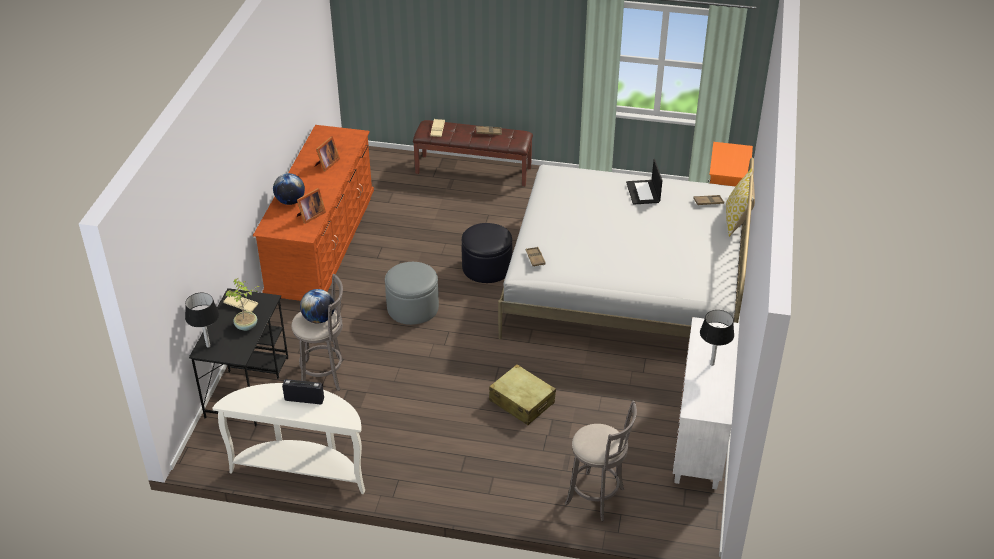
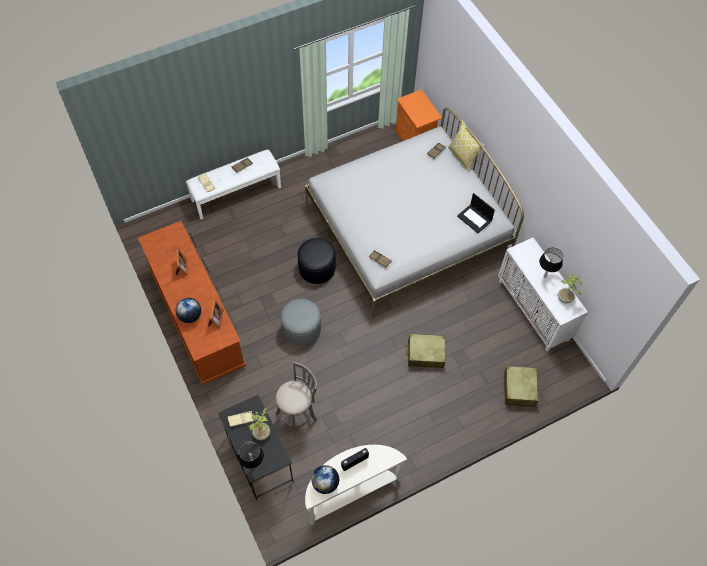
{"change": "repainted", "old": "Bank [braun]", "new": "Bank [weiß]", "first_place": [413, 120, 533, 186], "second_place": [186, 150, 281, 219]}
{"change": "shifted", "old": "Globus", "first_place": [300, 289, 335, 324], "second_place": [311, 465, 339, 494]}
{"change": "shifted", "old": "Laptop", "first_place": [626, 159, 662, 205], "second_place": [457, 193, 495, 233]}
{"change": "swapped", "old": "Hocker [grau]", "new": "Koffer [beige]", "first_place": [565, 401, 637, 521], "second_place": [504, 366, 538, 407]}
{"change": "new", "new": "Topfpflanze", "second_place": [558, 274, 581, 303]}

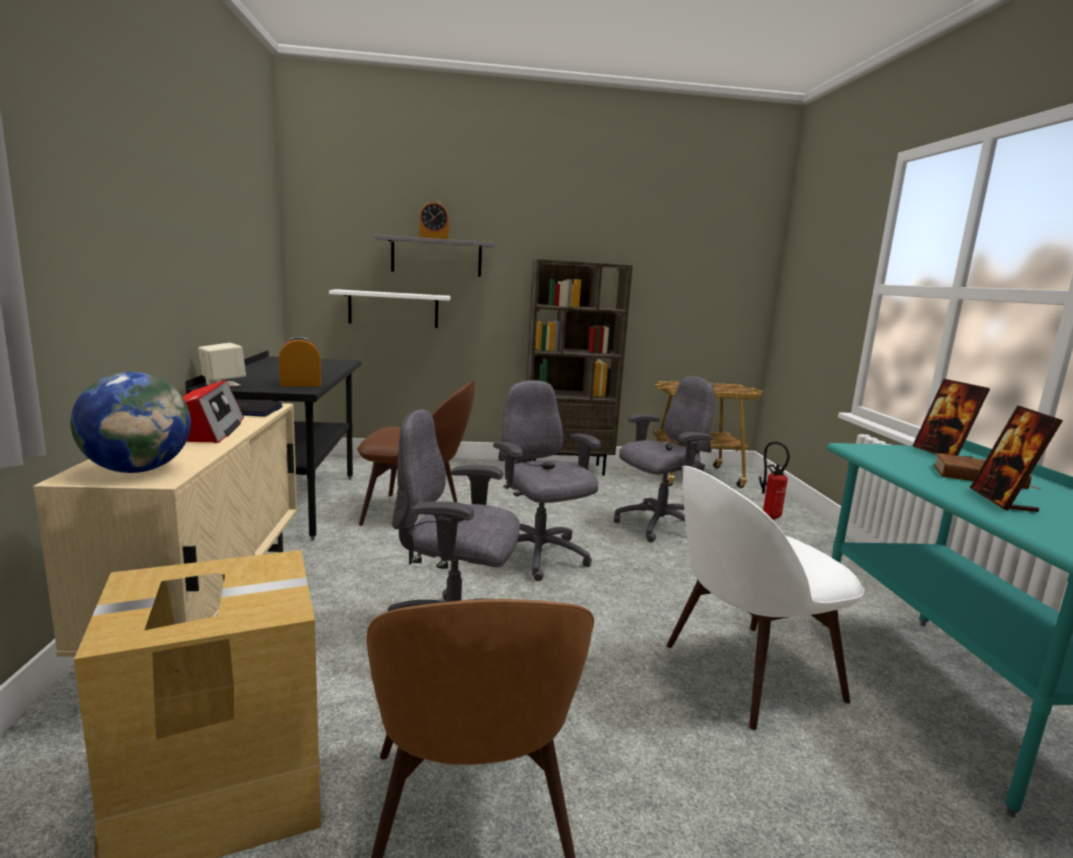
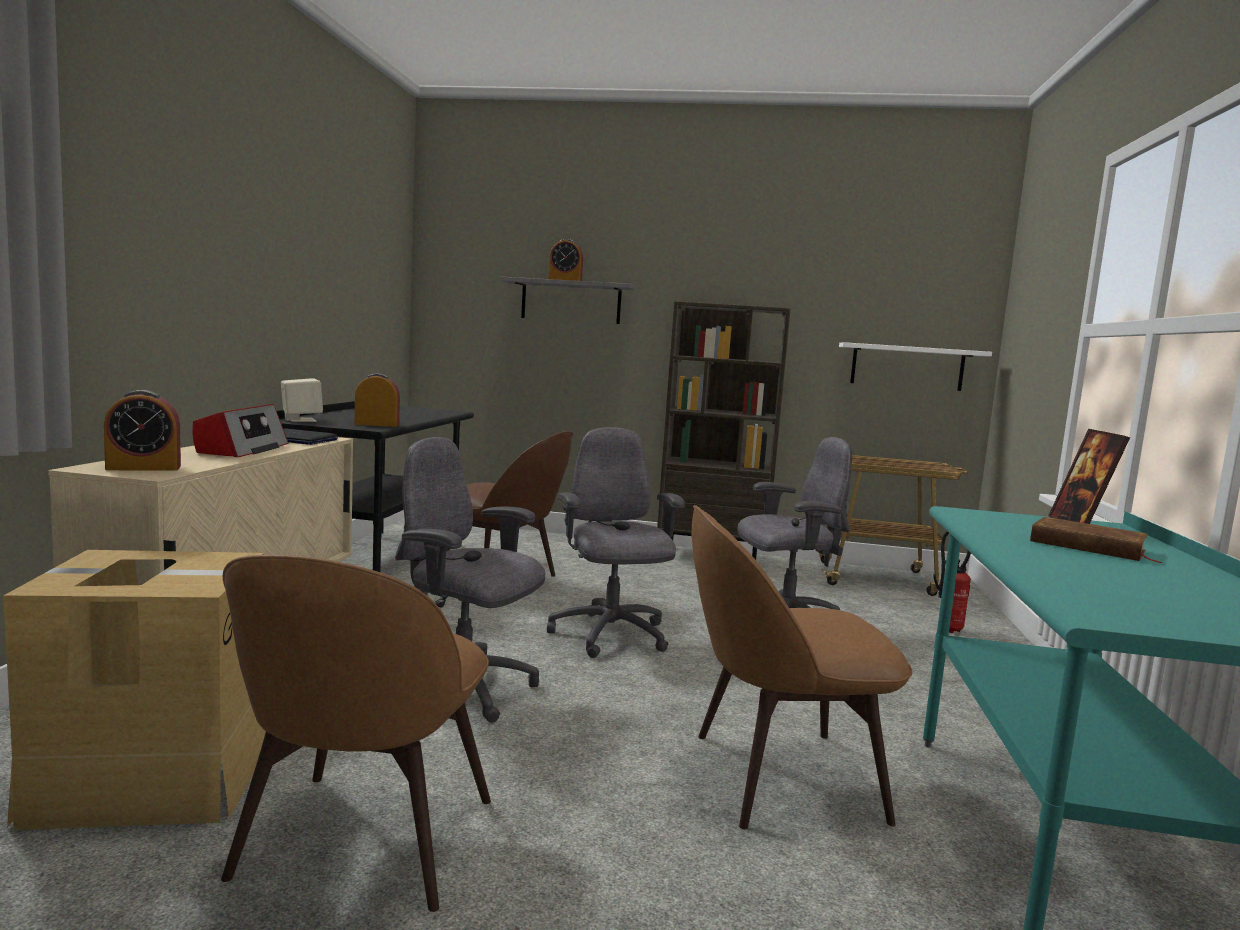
{"change": "swapped", "old": "Globus", "new": "Wecker", "first_place": [71, 372, 191, 473], "second_place": [104, 390, 181, 471]}
{"change": "repainted", "old": "Stuhl [weiß]", "new": "Stuhl [braun]", "first_place": [666, 466, 864, 730], "second_place": [692, 505, 913, 829]}
{"change": "shifted", "old": "Wandregal [weiß]", "first_place": [329, 289, 451, 328], "second_place": [839, 342, 992, 391]}
{"change": "gone", "old": "Bilderrahmen", "first_place": [970, 405, 1063, 512]}

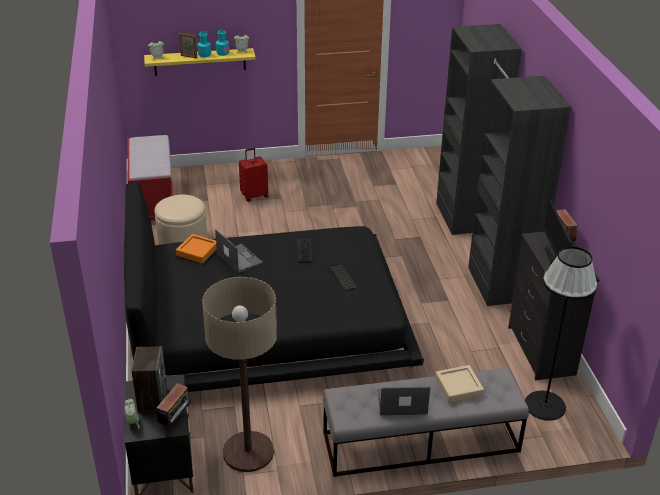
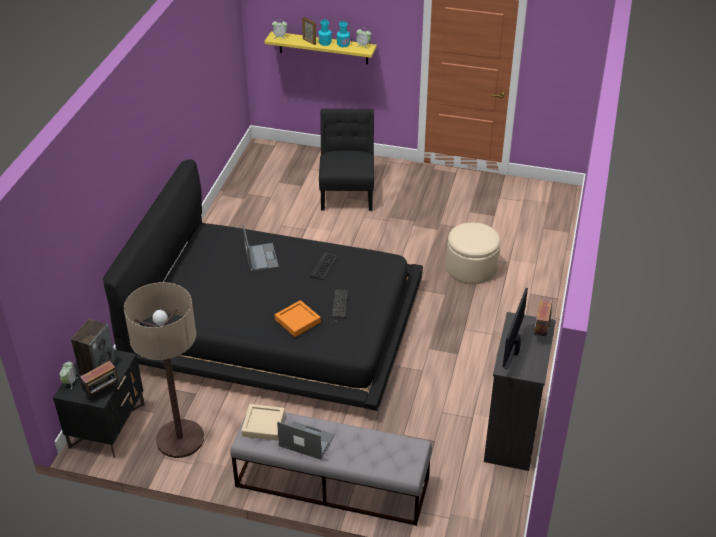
{"change": "shifted", "old": "Tablett [beige]", "first_place": [435, 365, 484, 403], "second_place": [241, 404, 285, 441]}
{"change": "shifted", "old": "Tablett [orange]", "first_place": [176, 234, 217, 263], "second_place": [275, 300, 321, 337]}
{"change": "swapped", "old": "Koffer [rot]", "new": "Stuhl [schwarz]", "first_place": [239, 148, 268, 202], "second_place": [319, 109, 374, 211]}
{"change": "shifted", "old": "Polsterhocker [beige]", "first_place": [155, 195, 207, 245], "second_place": [446, 223, 500, 284]}
{"change": "gone", "old": "Bank [rot]", "first_place": [127, 135, 173, 220]}
{"change": "gone", "old": "Kleiderschrank [schwarz]", "first_place": [436, 24, 571, 306]}
{"change": "gone", "old": "Stehlampe [schwarz]", "first_place": [525, 247, 597, 421]}

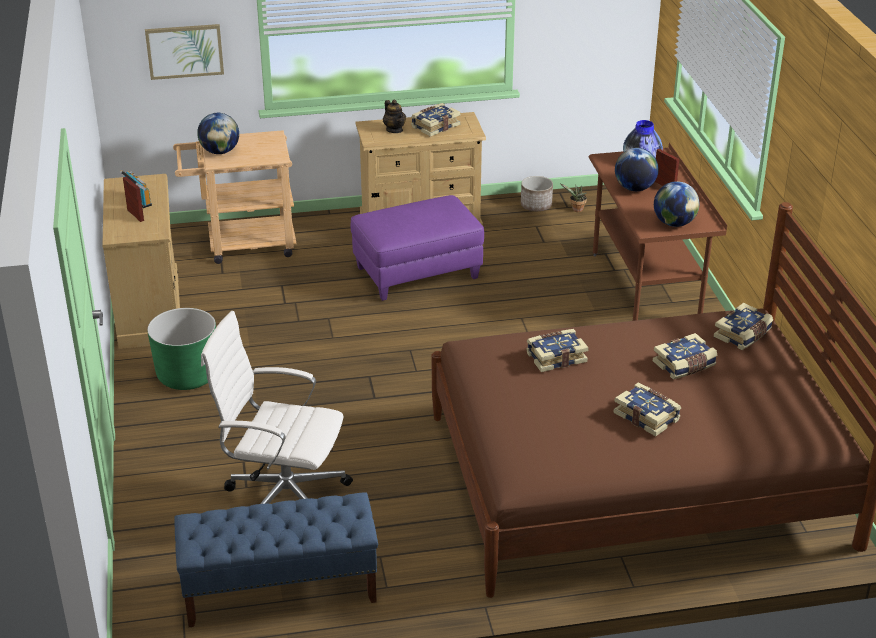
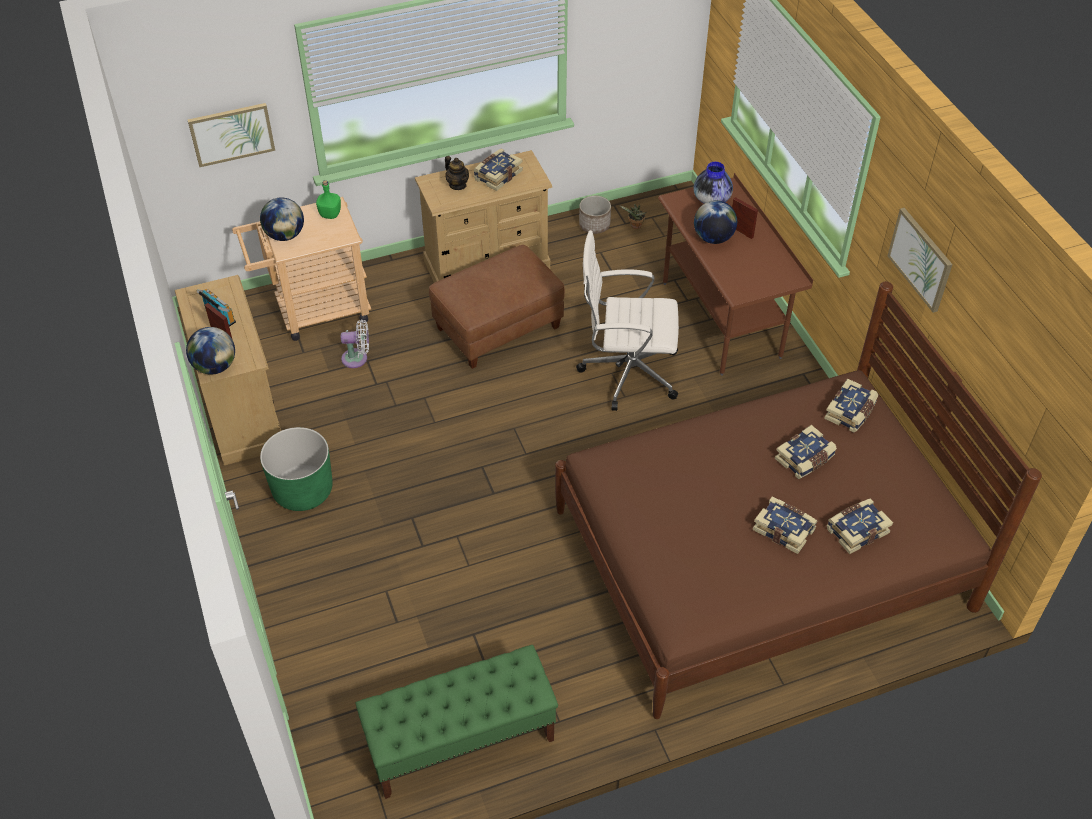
{"change": "shifted", "old": "Globus", "first_place": [654, 181, 699, 227], "second_place": [186, 327, 235, 375]}
{"change": "new", "new": "Flasche [grün]", "second_place": [316, 180, 341, 219]}
{"change": "new", "new": "Ventilator [weiß]", "second_place": [341, 319, 369, 368]}
{"change": "repainted", "old": "Bank [blau]", "new": "Bank [grün]", "first_place": [174, 492, 378, 627], "second_place": [356, 645, 558, 799]}
{"change": "repainted", "old": "Polsterhocker [lila]", "new": "Polsterhocker [braun]", "first_place": [350, 195, 484, 301], "second_place": [429, 245, 565, 369]}
{"change": "shifted", "old": "Bürostuhl [weiß]", "first_place": [201, 311, 353, 504], "second_place": [576, 230, 679, 411]}
{"change": "shifted", "old": "Buch", "first_place": [526, 329, 588, 372], "second_place": [827, 498, 893, 554]}
{"change": "new", "new": "Bild", "second_place": [887, 208, 952, 313]}

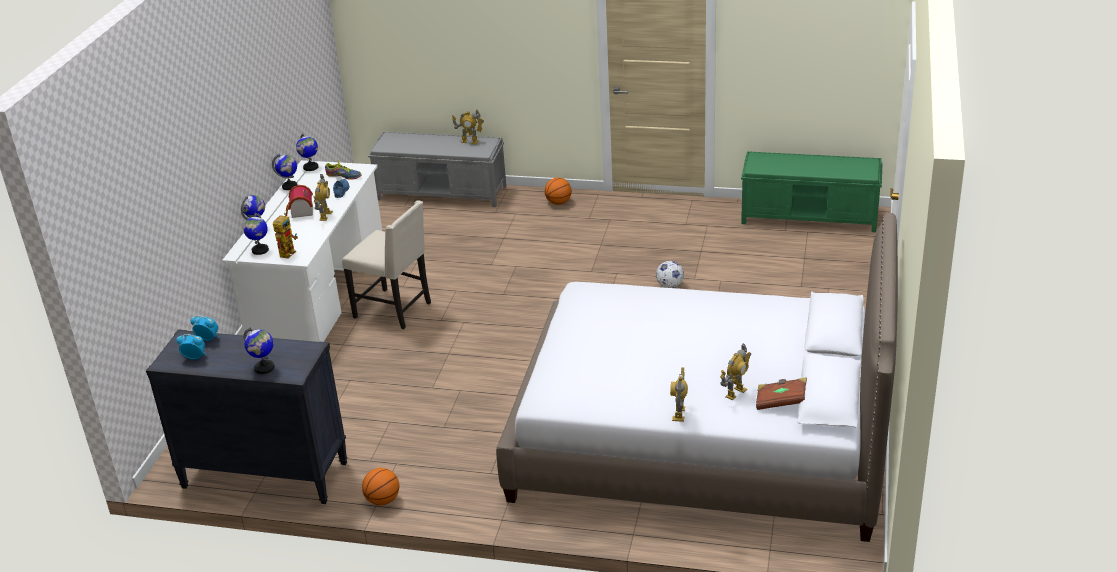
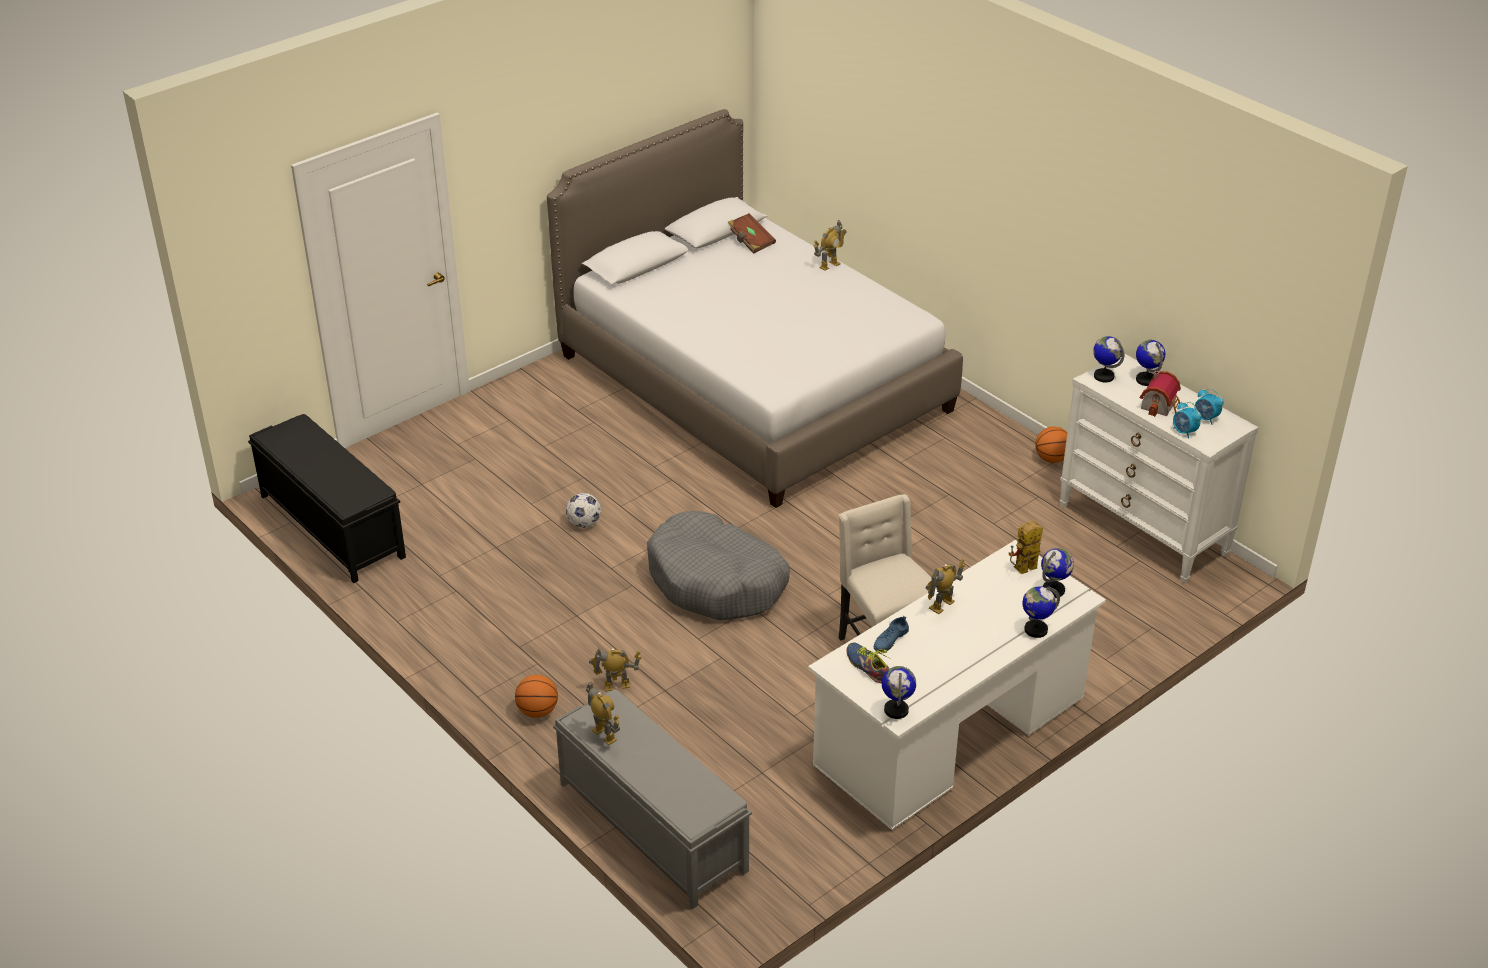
{"change": "repainted", "old": "Bank [grün]", "new": "Bank [schwarz]", "first_place": [741, 151, 882, 232], "second_place": [248, 414, 406, 583]}
{"change": "shifted", "old": "Spielzeugroboter", "first_place": [720, 343, 751, 400], "second_place": [589, 648, 642, 692]}
{"change": "new", "new": "Hundebett [grau]", "second_place": [647, 511, 790, 620]}
{"change": "repainted", "old": "Kommode [schwarz]", "new": "Kommode [weiß]", "first_place": [146, 329, 348, 504], "second_place": [1060, 353, 1259, 583]}
{"change": "shifted", "old": "Globus", "first_place": [272, 154, 298, 190], "second_place": [1093, 336, 1124, 383]}
{"change": "shifted", "old": "Spielzeughaus", "first_place": [286, 185, 313, 218], "second_place": [1140, 371, 1181, 417]}

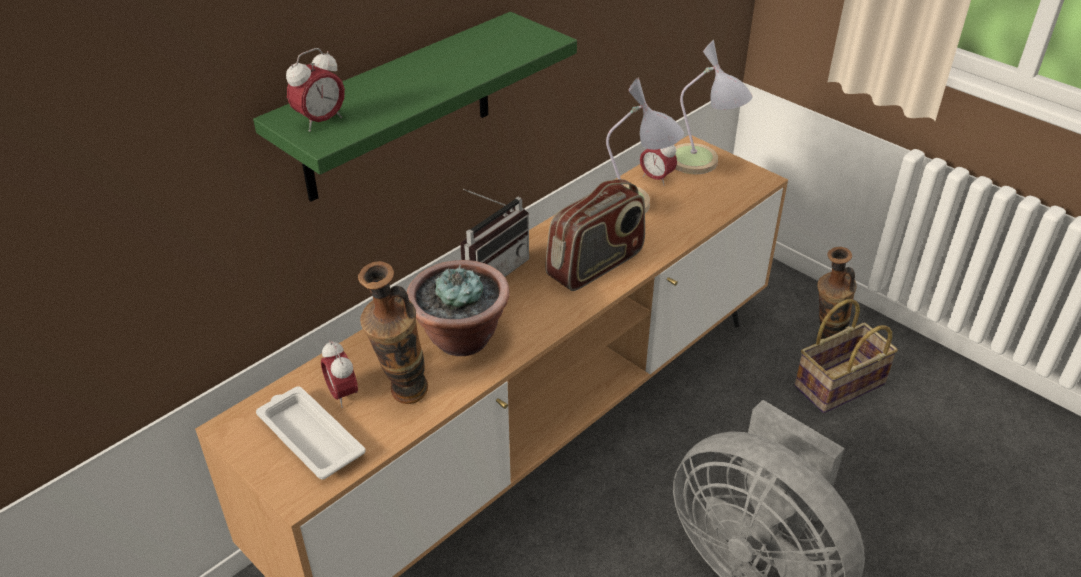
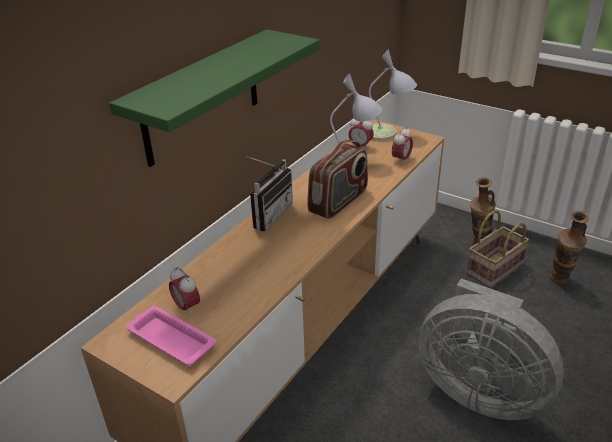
{"change": "repainted", "old": "Tablett [weiß]", "new": "Tablett [rosa]", "first_place": [256, 387, 366, 479], "second_place": [126, 306, 217, 366]}
{"change": "shifted", "old": "Wecker", "first_place": [286, 48, 345, 132], "second_place": [392, 127, 413, 165]}
{"change": "shifted", "old": "Vase", "first_place": [358, 261, 428, 404], "second_place": [550, 211, 589, 284]}
{"change": "gone", "old": "Topfpflanze", "first_place": [407, 260, 510, 356]}

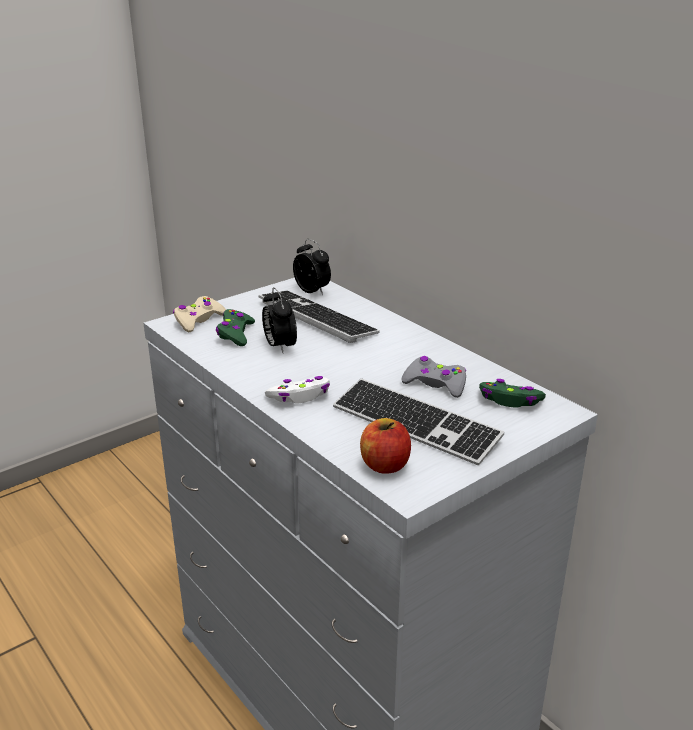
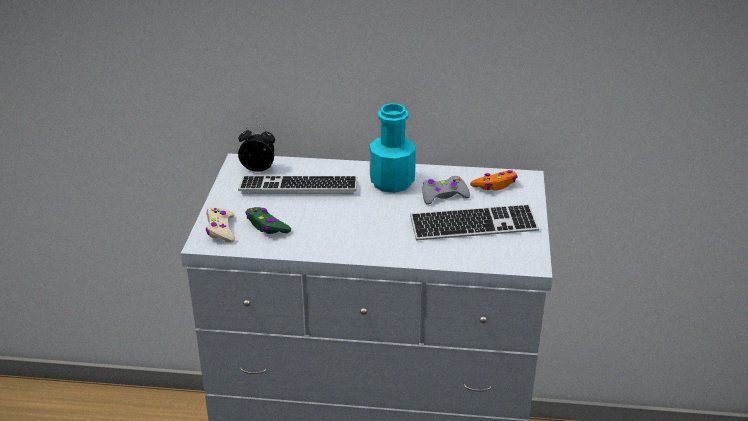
{"change": "new", "new": "Flasche [türkis]", "second_place": [370, 103, 416, 193]}
{"change": "repainted", "old": "Gamepad [grün]", "new": "Gamepad [orange]", "first_place": [479, 379, 546, 408], "second_place": [470, 170, 518, 190]}
{"change": "gone", "old": "Wecker", "first_place": [262, 287, 297, 353]}
{"change": "gone", "old": "Gamepad [weiß]", "first_place": [265, 376, 330, 403]}
{"change": "gone", "old": "Apfel", "first_place": [360, 418, 411, 474]}

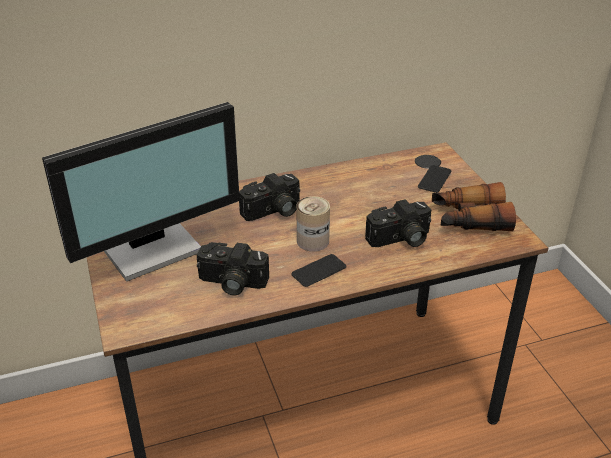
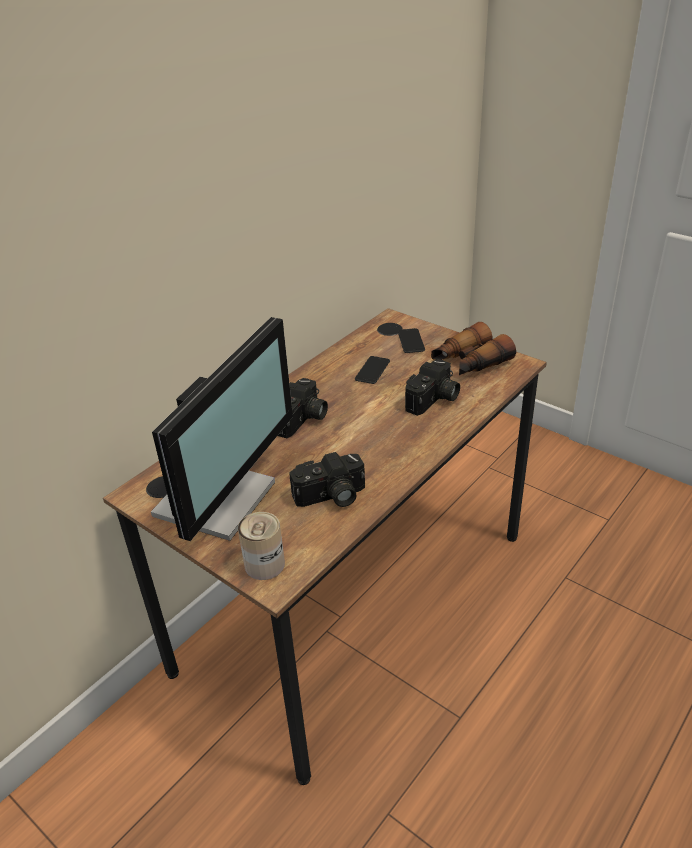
{"change": "shifted", "old": "Dose", "first_place": [297, 196, 330, 251], "second_place": [238, 512, 285, 580]}
{"change": "shifted", "old": "Handy", "first_place": [291, 254, 347, 287], "second_place": [355, 356, 390, 384]}

